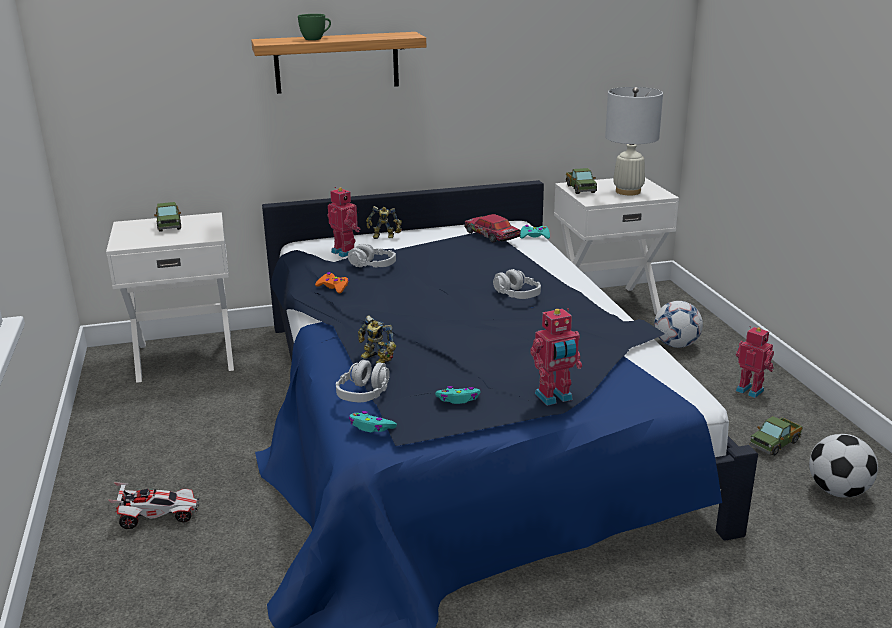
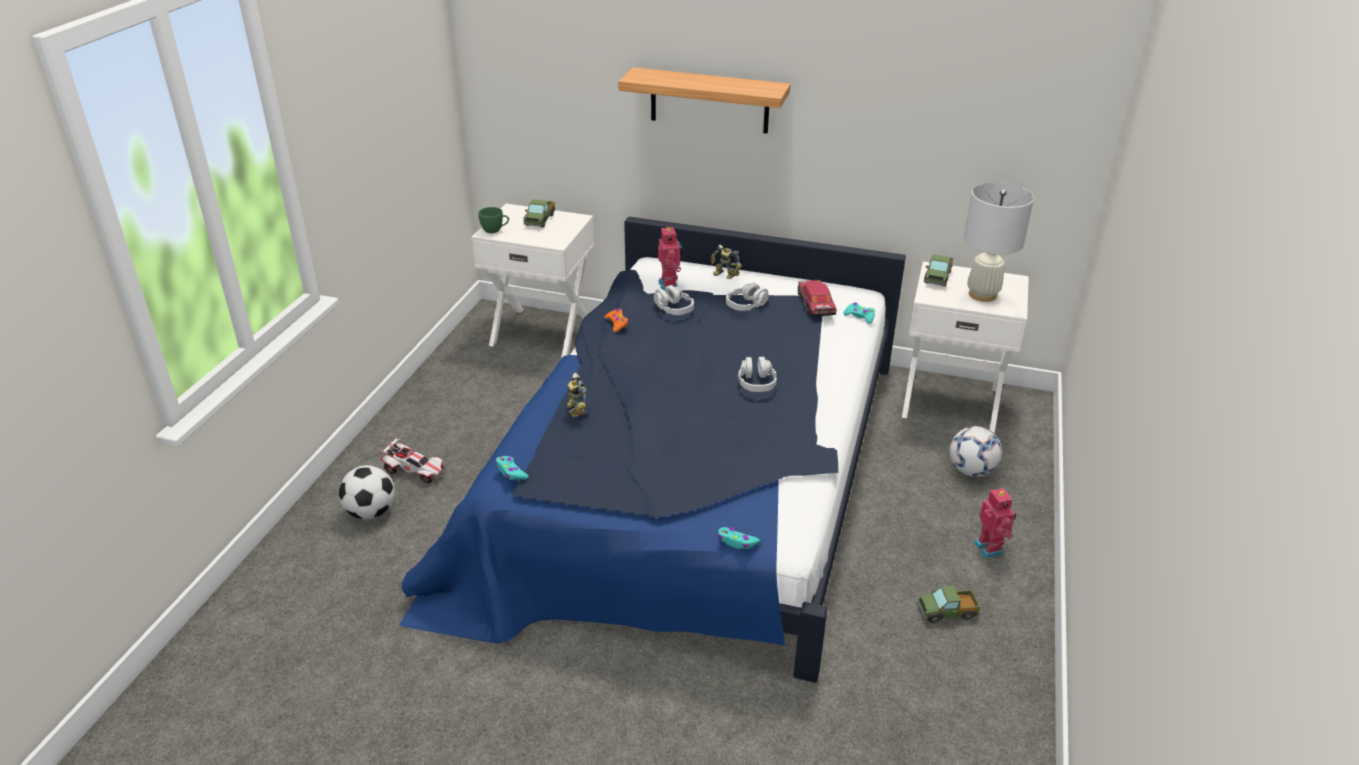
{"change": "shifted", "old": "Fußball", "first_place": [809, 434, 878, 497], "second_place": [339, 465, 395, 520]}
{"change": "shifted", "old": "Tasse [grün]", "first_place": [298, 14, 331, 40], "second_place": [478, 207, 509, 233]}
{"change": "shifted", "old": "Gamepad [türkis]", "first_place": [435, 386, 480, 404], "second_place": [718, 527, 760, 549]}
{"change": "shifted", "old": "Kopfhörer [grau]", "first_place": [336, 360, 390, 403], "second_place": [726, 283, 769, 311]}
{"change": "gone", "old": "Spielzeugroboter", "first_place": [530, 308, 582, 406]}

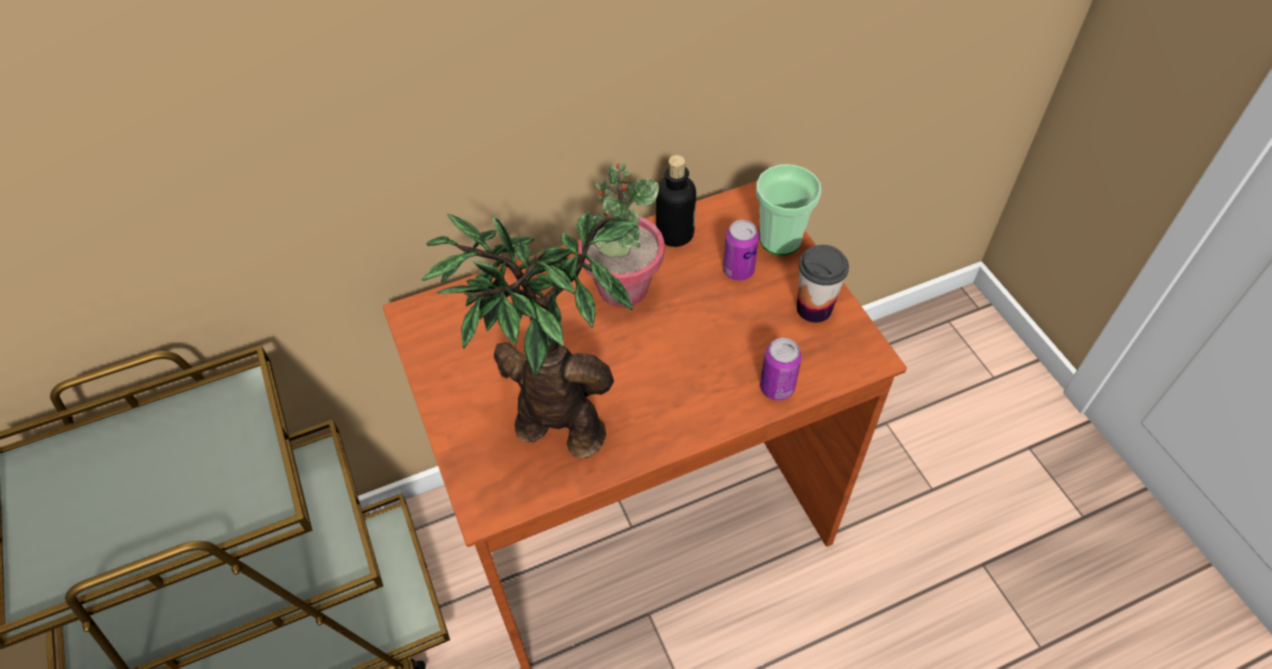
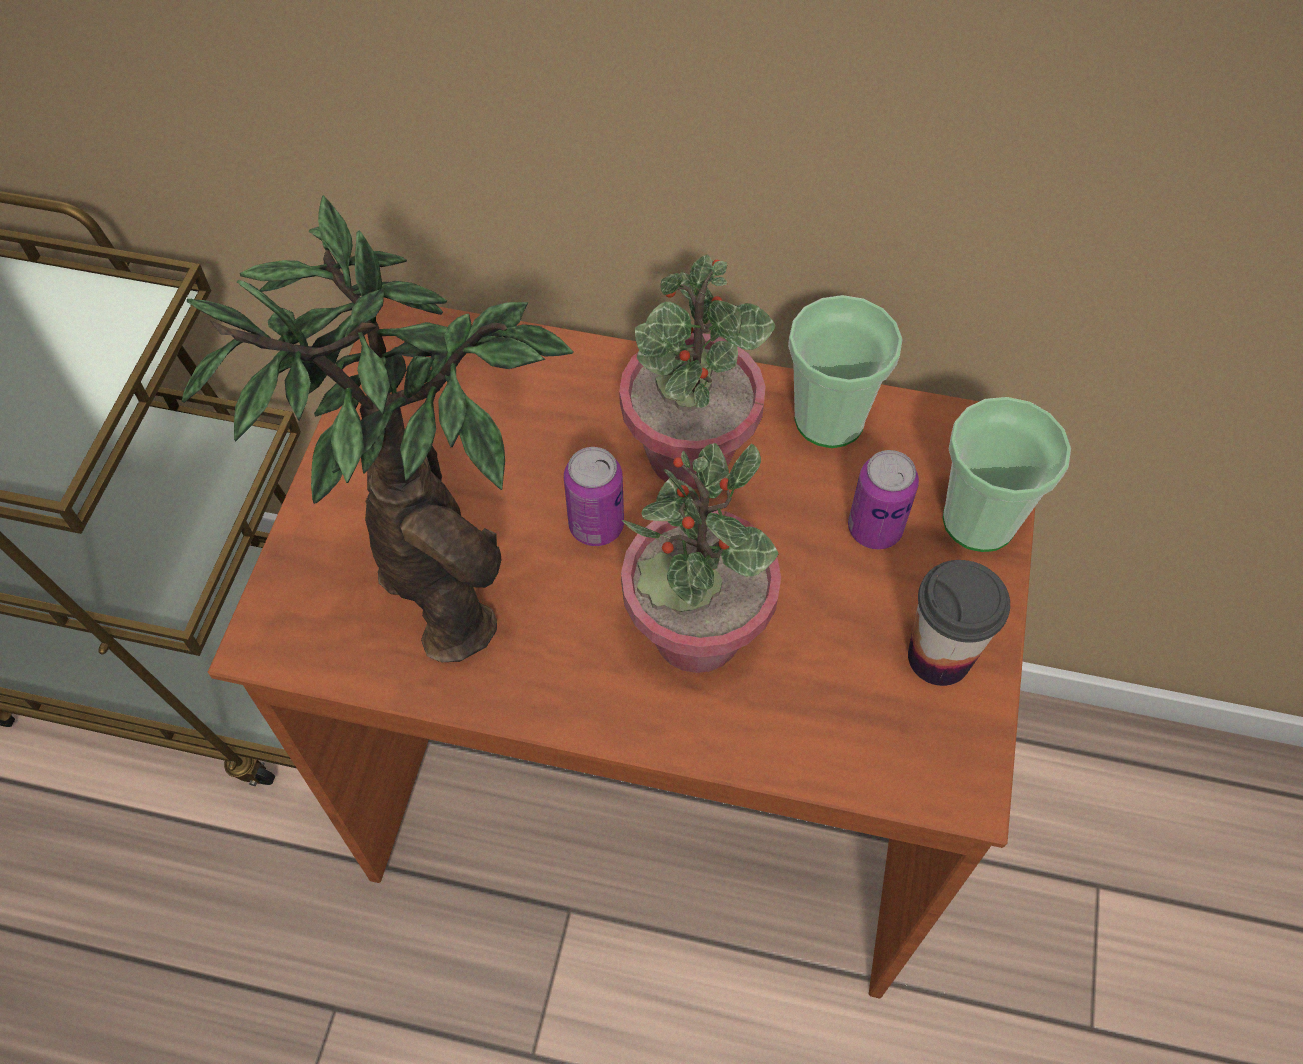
{"change": "shifted", "old": "Dose", "first_place": [760, 338, 802, 401], "second_place": [564, 447, 624, 546]}
{"change": "new", "new": "Topfpflanze", "second_place": [621, 443, 781, 673]}
{"change": "swapped", "old": "Flasche", "new": "Tasse", "first_place": [656, 155, 696, 247], "second_place": [788, 295, 903, 448]}

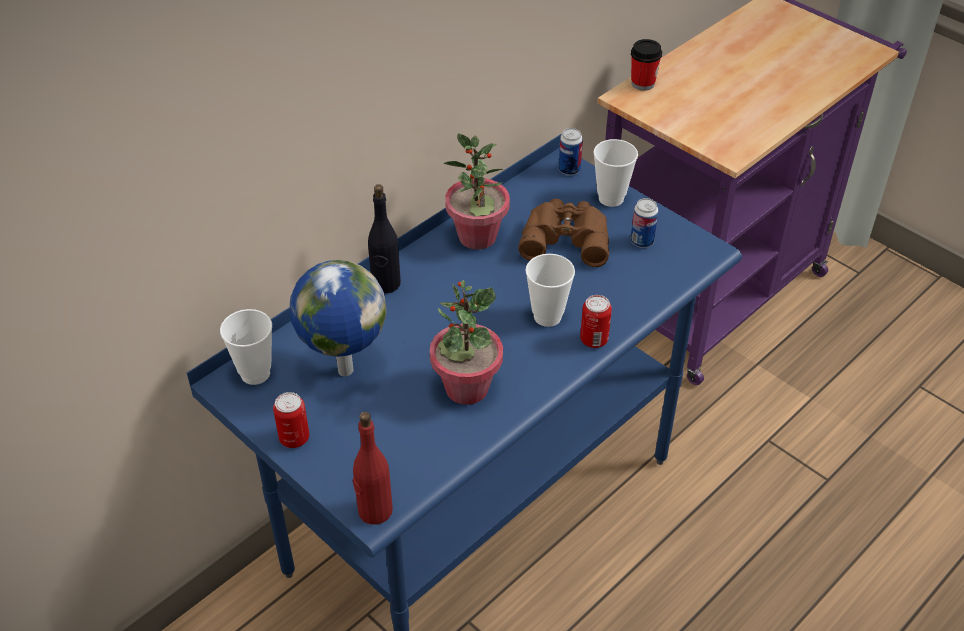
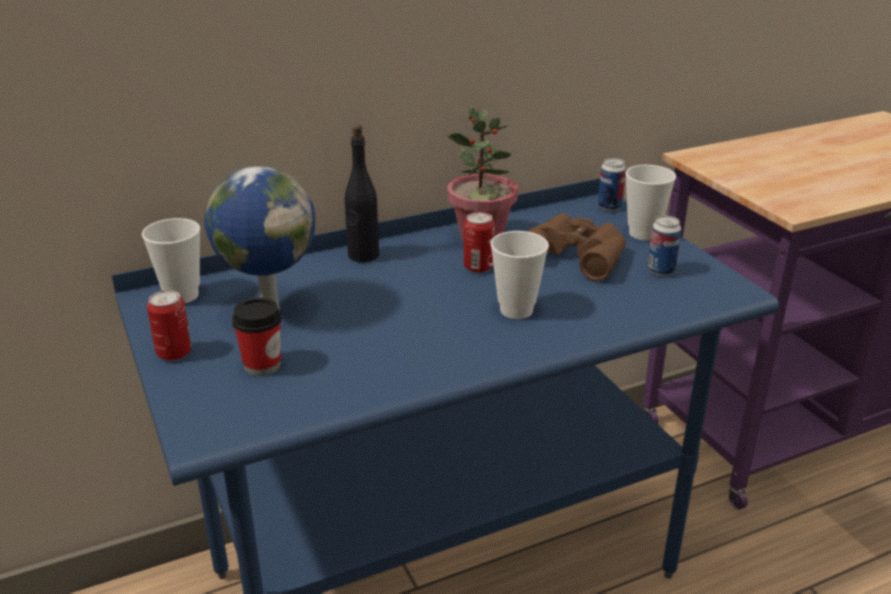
{"change": "shifted", "old": "Tasse", "first_place": [631, 39, 662, 91], "second_place": [232, 298, 282, 376]}
{"change": "shifted", "old": "Dose", "first_place": [580, 295, 612, 348], "second_place": [464, 212, 495, 273]}
{"change": "gone", "old": "Flasche [rot]", "first_place": [353, 412, 393, 525]}
{"change": "gone", "old": "Topfpflanze", "first_place": [430, 280, 503, 405]}

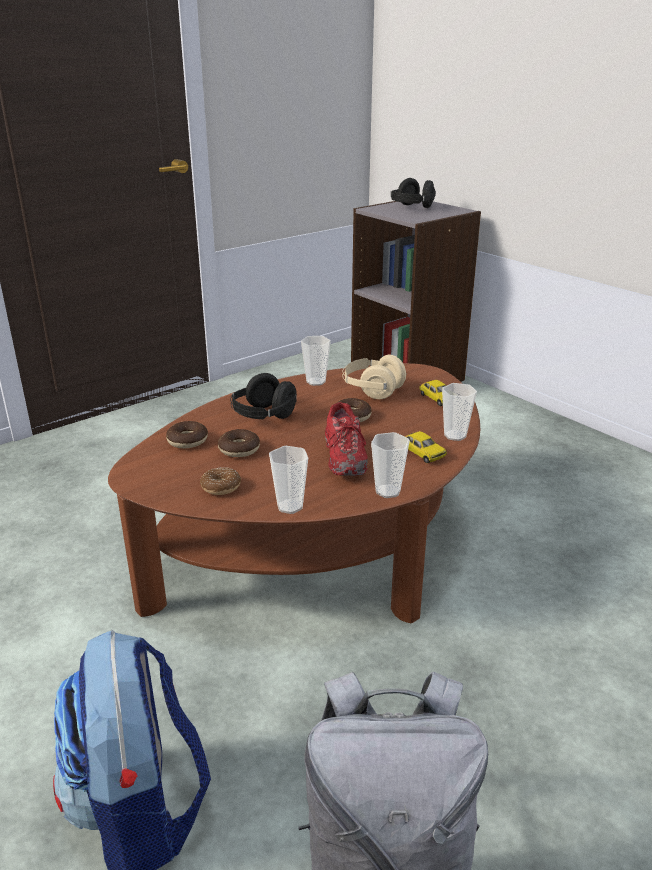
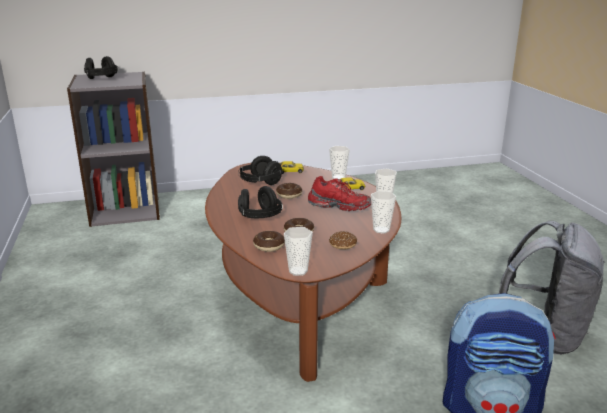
{"change": "repainted", "old": "Kopfhörer [beige]", "new": "Kopfhörer [schwarz]", "first_place": [342, 355, 407, 399], "second_place": [238, 156, 282, 185]}
{"change": "shifted", "old": "Tasse", "first_place": [301, 336, 331, 386], "second_place": [284, 227, 313, 276]}

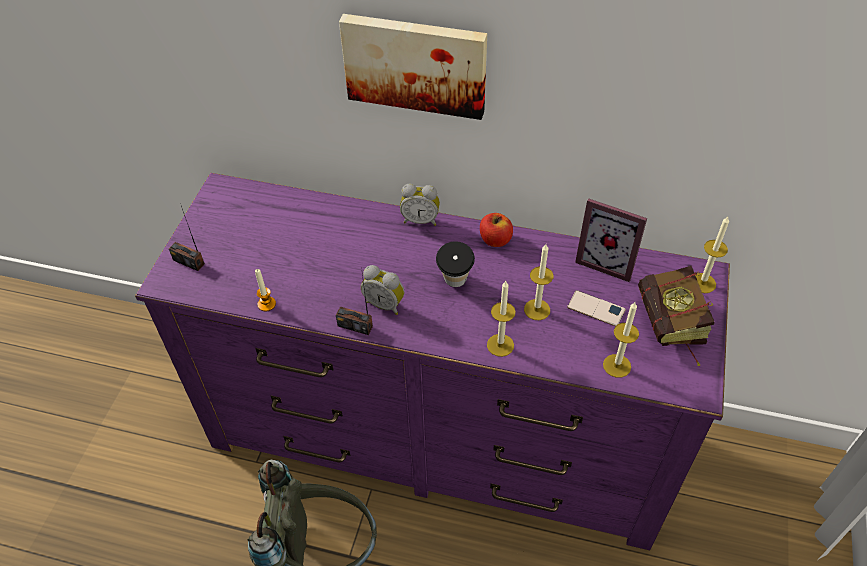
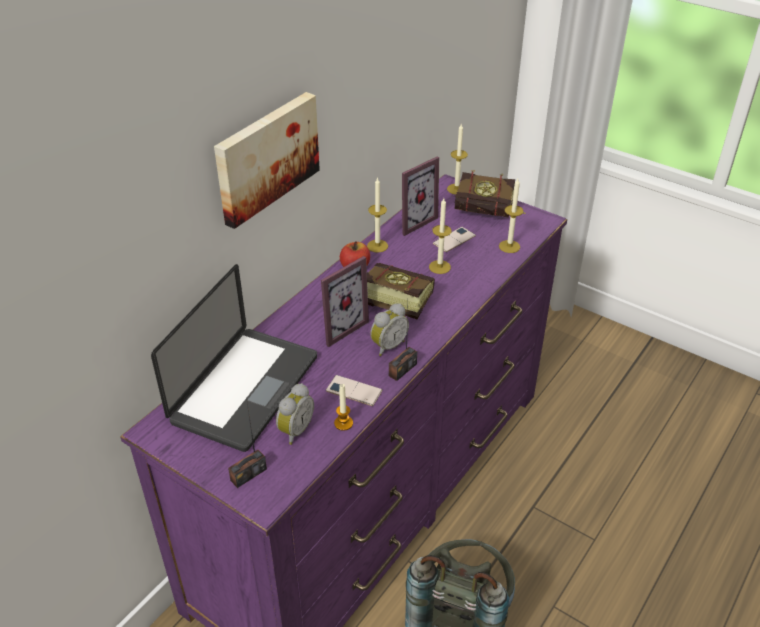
{"change": "new", "new": "Laptop", "second_place": [151, 264, 317, 452]}
{"change": "shifted", "old": "Wecker", "first_place": [400, 184, 440, 226], "second_place": [276, 383, 314, 445]}
{"change": "new", "new": "Bilderrahmen", "second_place": [321, 256, 369, 347]}
{"change": "new", "new": "Handy", "second_place": [326, 375, 382, 406]}
{"change": "shifted", "old": "Kerze", "first_place": [487, 281, 515, 357], "second_place": [367, 177, 388, 253]}
{"change": "swapped", "old": "Tasse", "new": "Buch", "first_place": [436, 241, 475, 287], "second_place": [367, 263, 435, 320]}

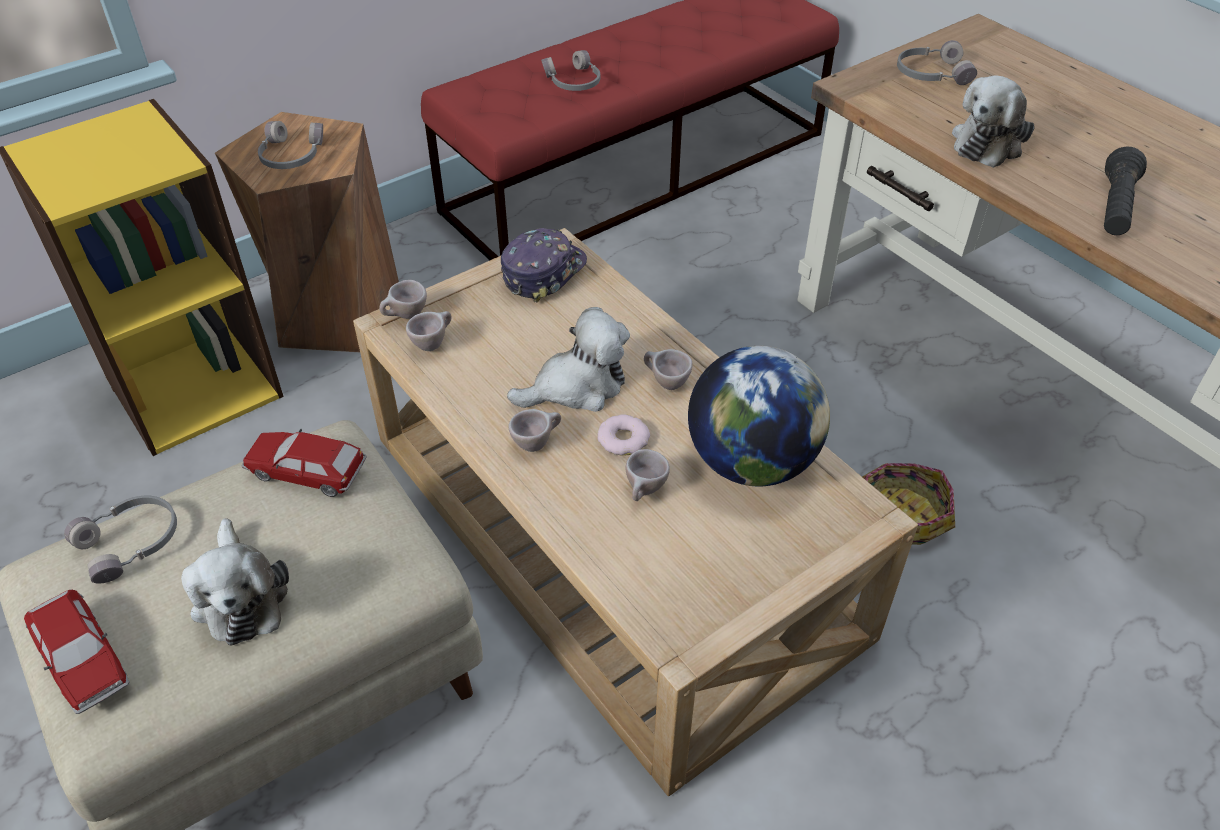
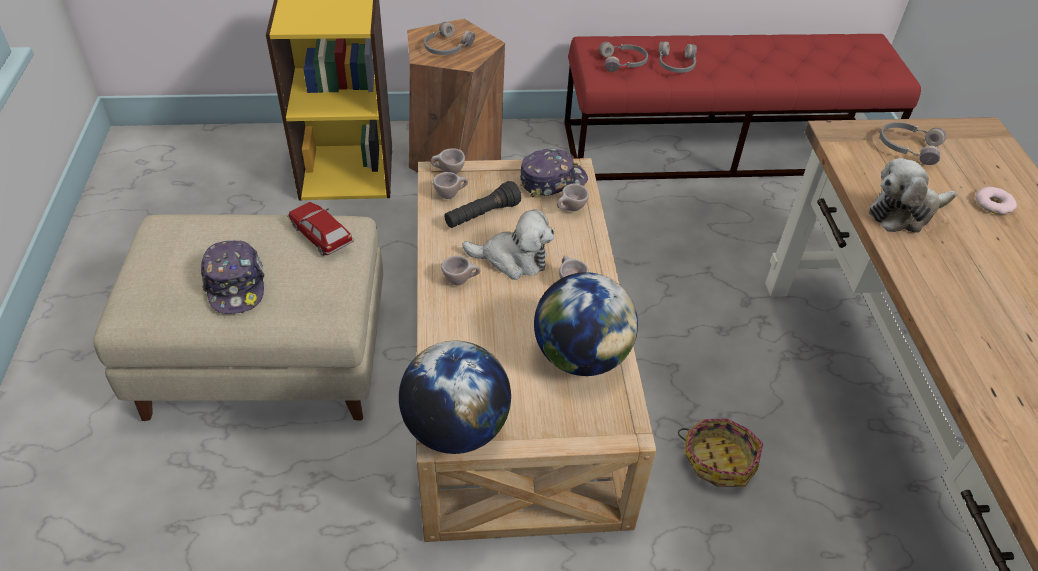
{"change": "swapped", "old": "Plüschtier", "new": "Kappe", "first_place": [181, 518, 289, 646], "second_place": [201, 241, 265, 314]}
{"change": "new", "new": "Globus", "second_place": [399, 341, 511, 454]}
{"change": "shifted", "old": "Taschenlampe [schwarz]", "first_place": [1104, 146, 1147, 235], "second_place": [445, 181, 521, 228]}
{"change": "shifted", "old": "Tasse [beige]", "first_place": [626, 449, 670, 501], "second_place": [557, 184, 589, 211]}
{"change": "shifted", "old": "Kopfhörer [grau]", "first_place": [64, 495, 177, 584], "second_place": [599, 42, 648, 72]}
{"change": "shifted", "old": "Donut", "first_place": [597, 414, 650, 456], "second_place": [975, 187, 1017, 215]}
{"change": "gone", "old": "Spielzeugauto", "first_place": [24, 590, 130, 714]}

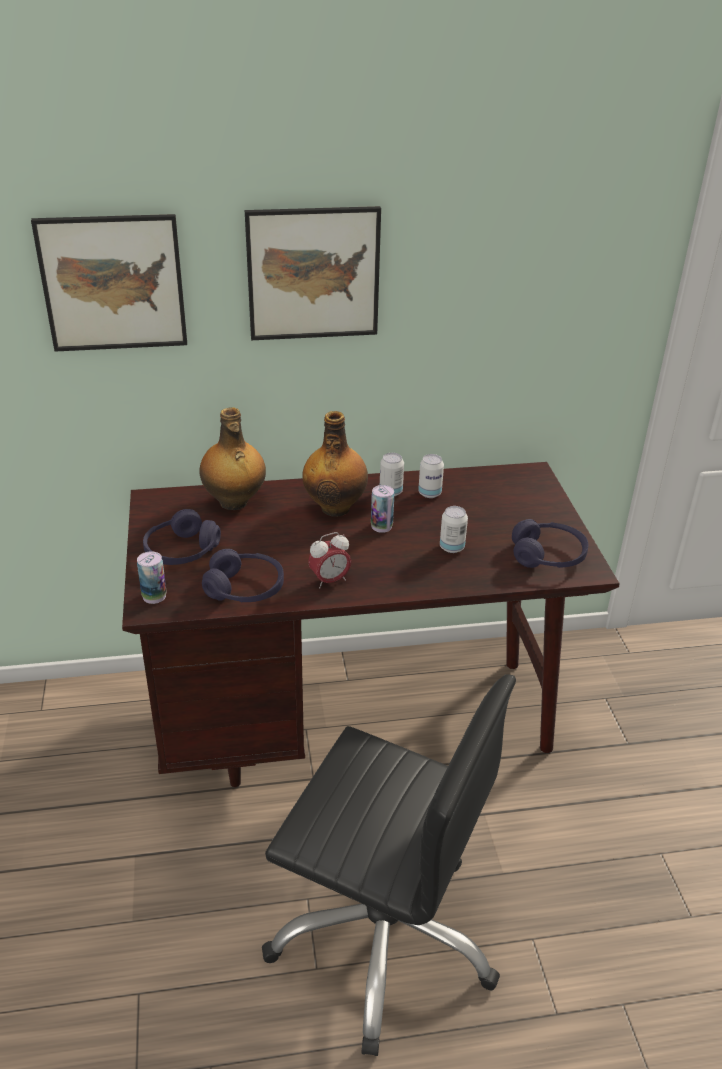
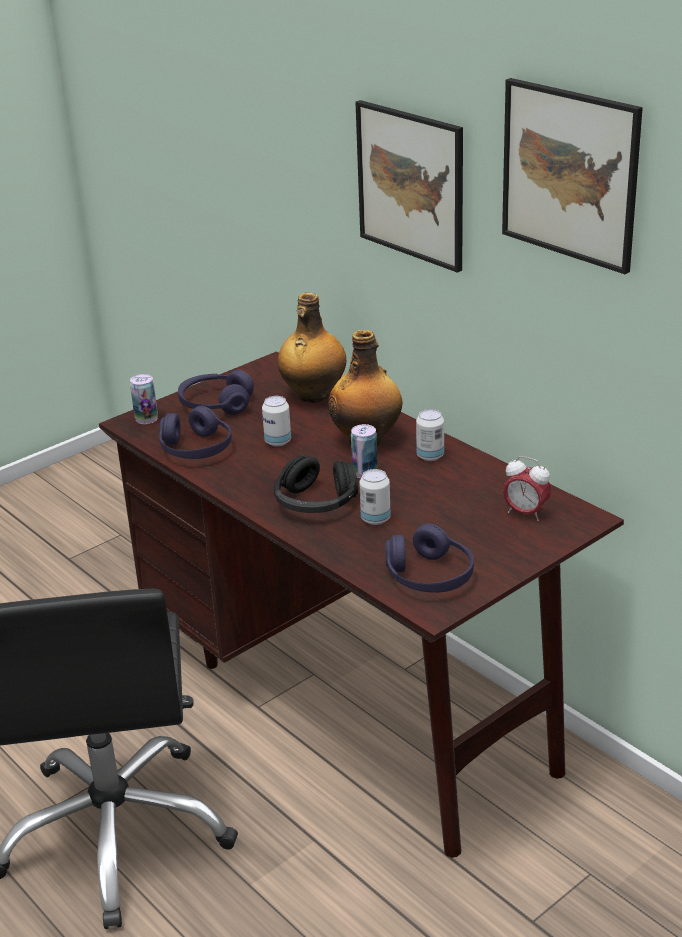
{"change": "shifted", "old": "Dose", "first_place": [418, 454, 444, 498], "second_place": [262, 396, 291, 447]}
{"change": "new", "new": "Kopfhörer [schwarz]", "second_place": [274, 456, 358, 513]}
{"change": "shifted", "old": "Bild", "first_place": [31, 214, 187, 352], "second_place": [502, 78, 643, 274]}
{"change": "shifted", "old": "Wecker", "first_place": [308, 532, 351, 589], "second_place": [503, 456, 551, 521]}

